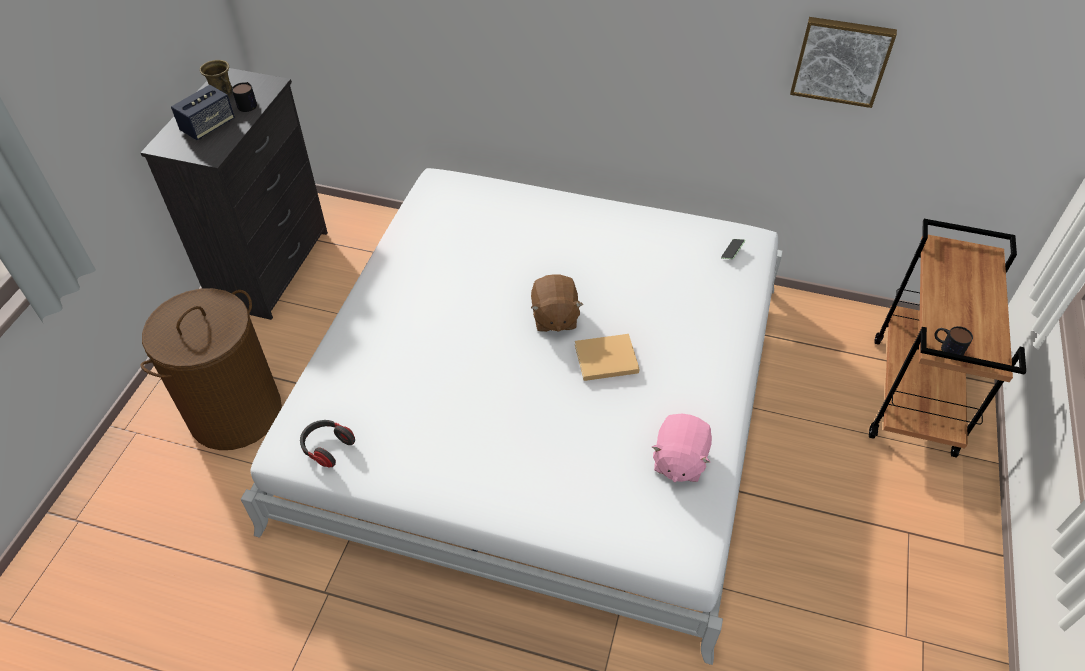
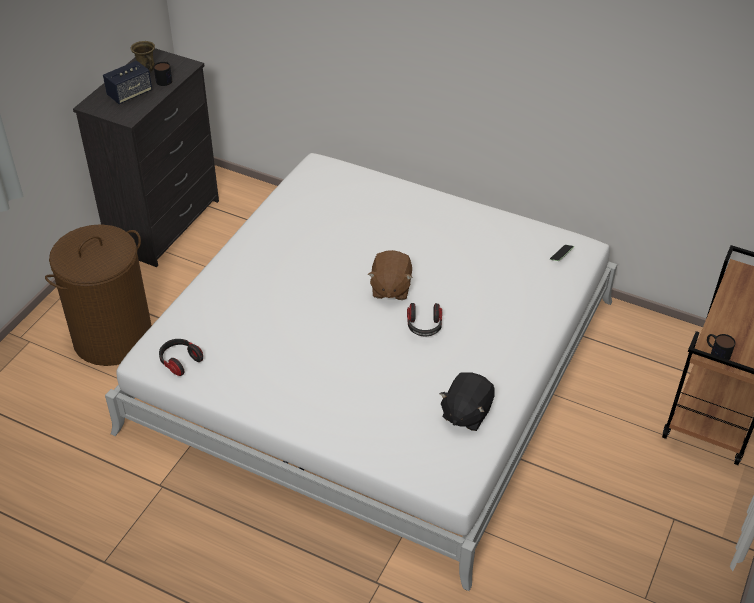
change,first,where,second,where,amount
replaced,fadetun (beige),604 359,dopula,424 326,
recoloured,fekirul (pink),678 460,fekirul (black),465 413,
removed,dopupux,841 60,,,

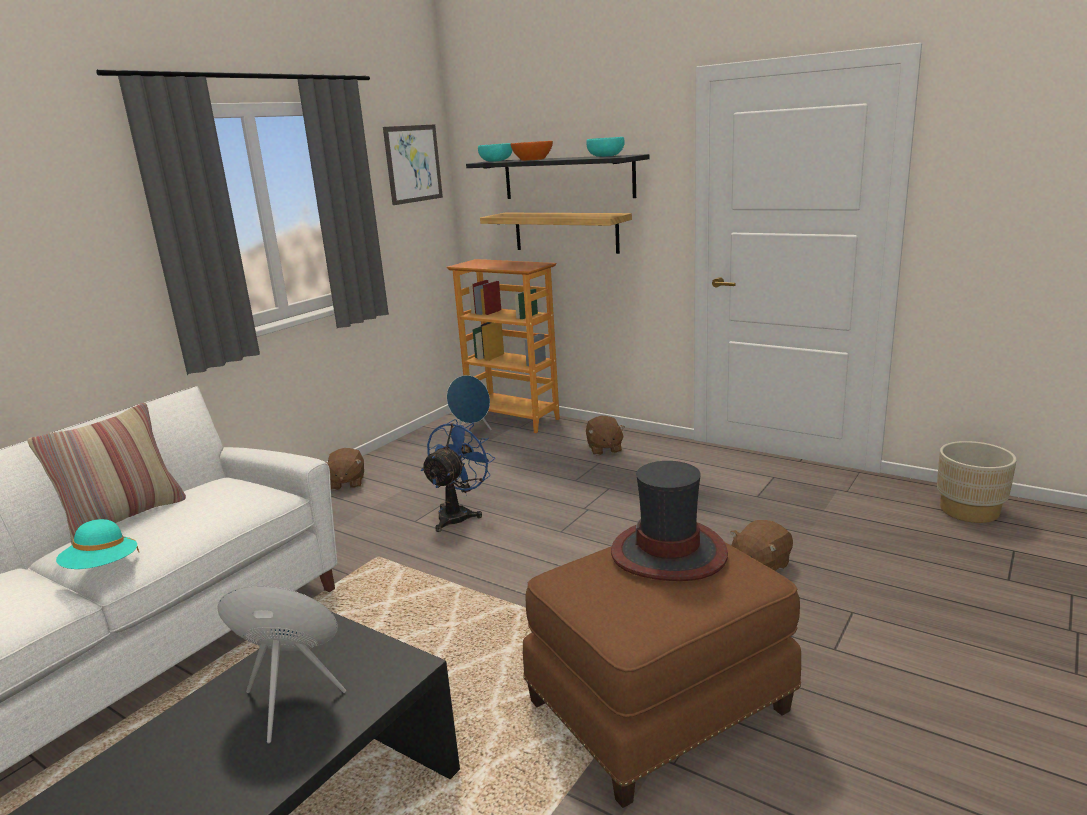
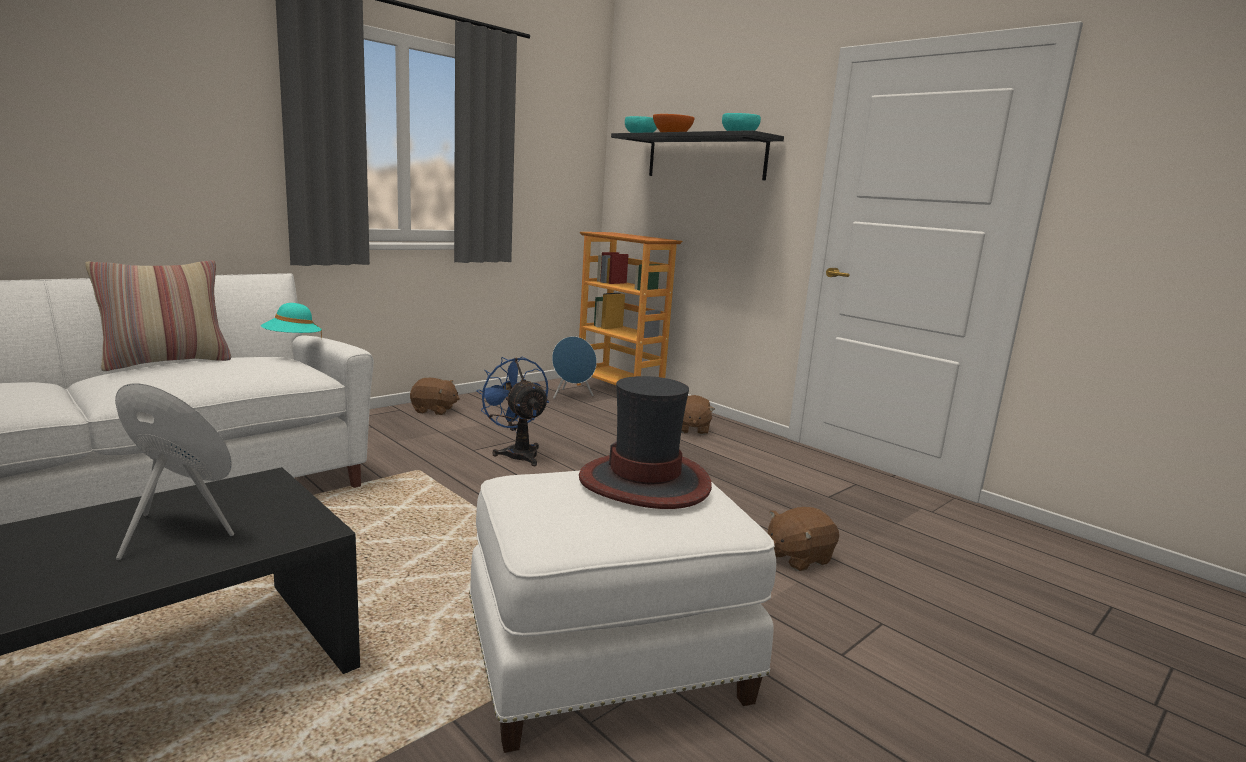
change,first,where,second,where,amount
moved,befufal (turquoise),102 567,,292 341,
turned,fekirul (brown),347 483,,434 410,90 degrees counterclockwise
removed,dopupux,413 164,,,
turned,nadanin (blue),459 514,,517 453,75 degrees counterclockwise
removed,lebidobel,565 232,,,
recoloured,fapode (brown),660 709,fapode (white),608 665,
removed,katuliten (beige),969 511,,,

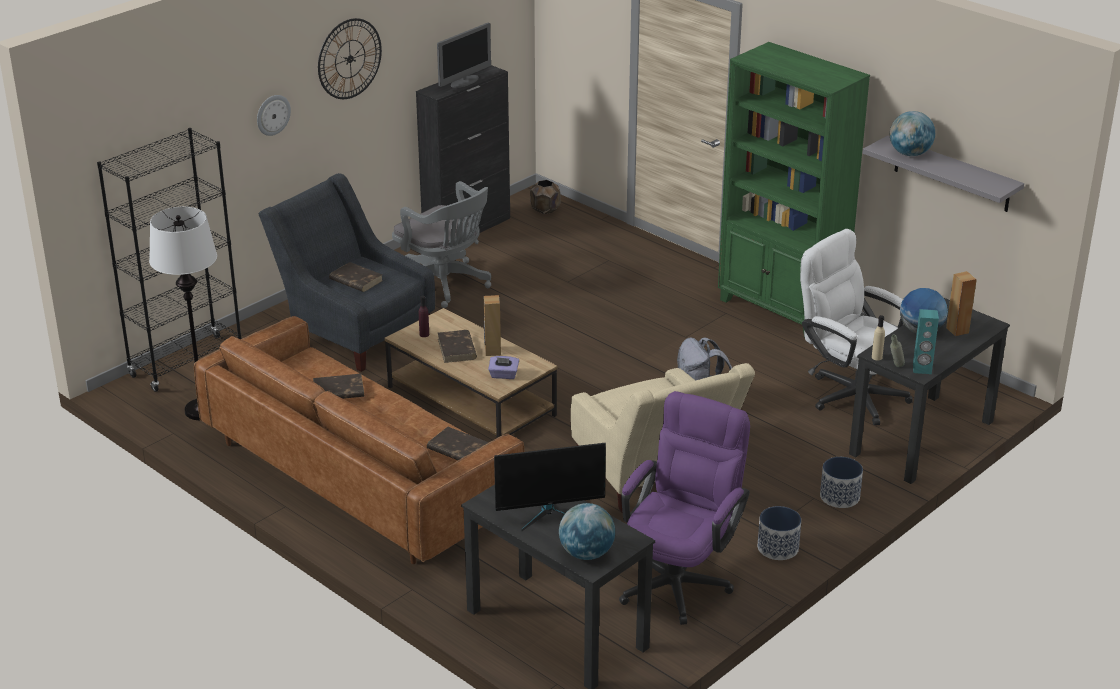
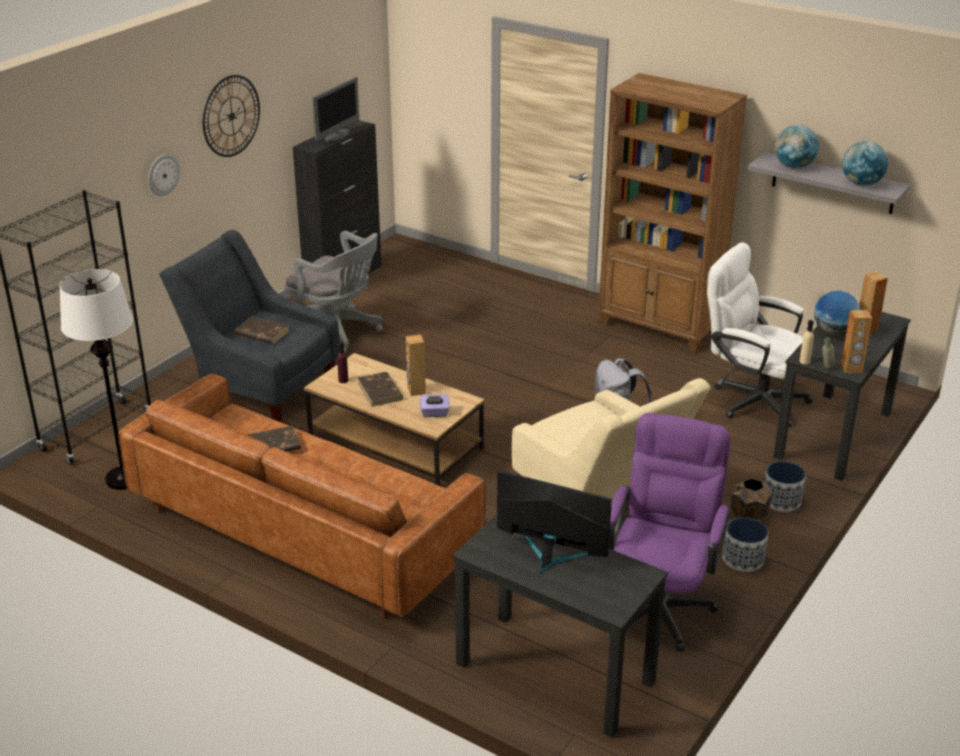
change,first,where,second,where,amount
removed,fadetun (brown),457 449,,,
turned,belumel,550 514,,549 556,135 degrees counterclockwise
moved,katuliten (brown),544 210,,748 515,
moved,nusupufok,586 553,,861 184,
recoloured,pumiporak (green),781 310,pumiporak (brown),659 328,
recoloured,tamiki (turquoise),922 369,tamiki (brown),851 369,

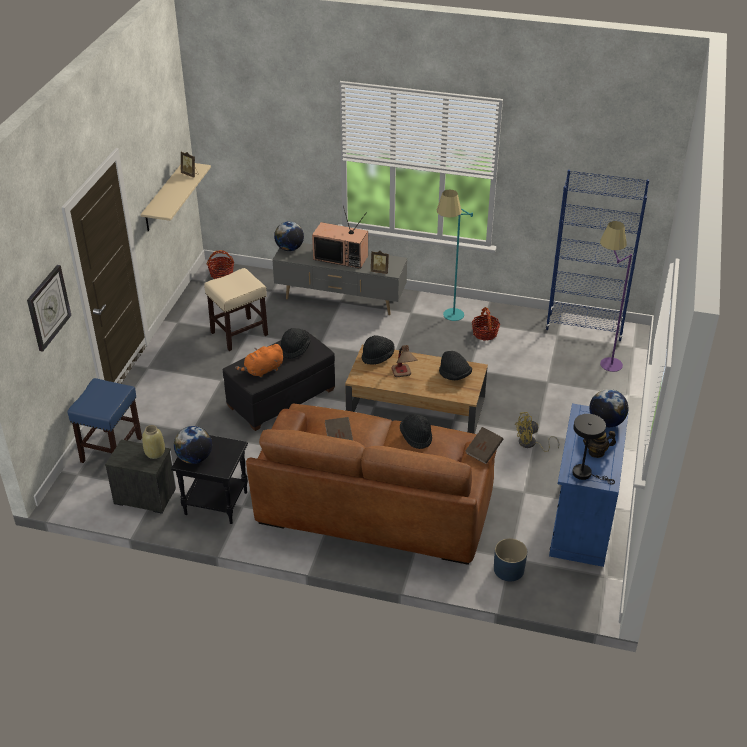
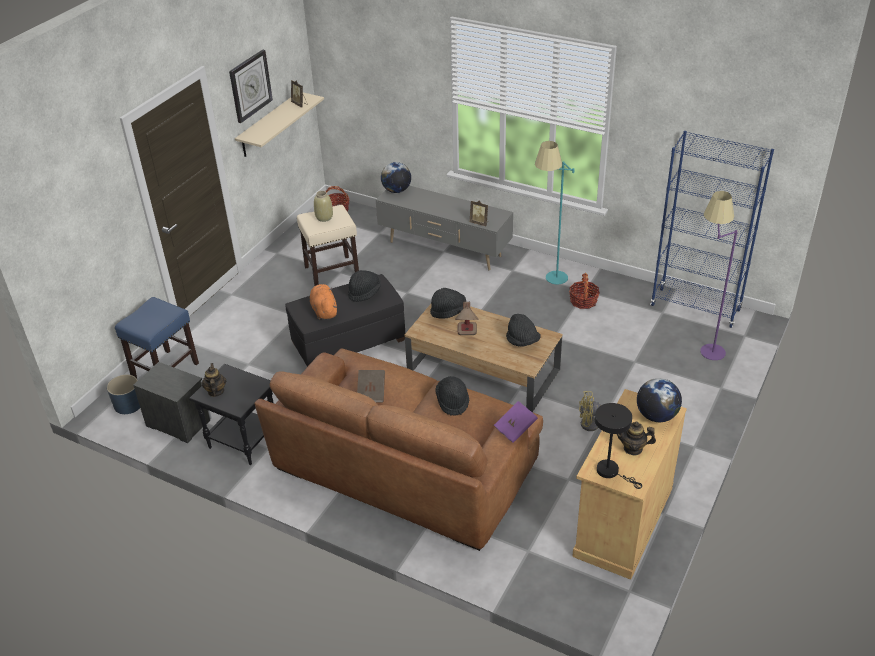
change,first,where,second,where,amount
moved,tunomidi,48 307,,250 86,
moved,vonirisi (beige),154 453,,324 217,
replaced,nusupufok,194 458,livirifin,215 391,
turned,fekirul (orange),263 370,,324 310,90 degrees clockwise
removed,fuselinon,341 257,,,
recoloured,fadetun (brown),483 451,fadetun (purple),515 429,
moved,katuliten (blue),508 569,,128 404,
recoloured,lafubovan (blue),581 520,lafubovan (beige),623 521,

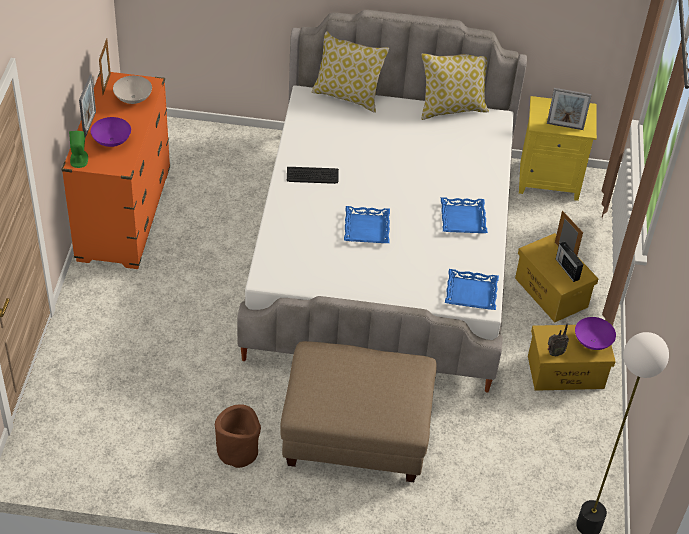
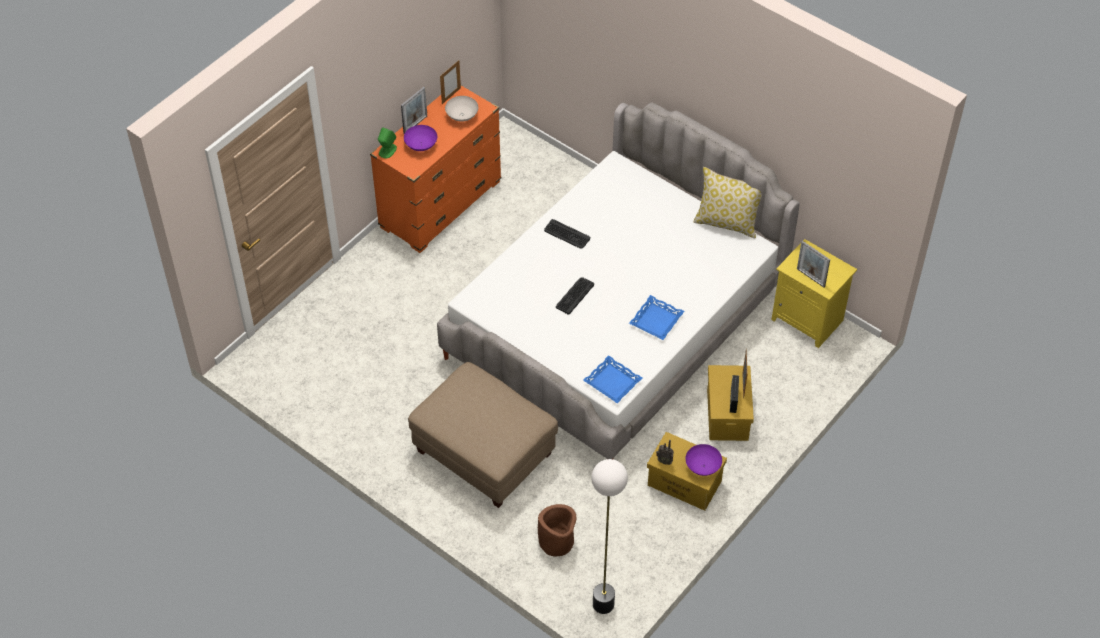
change,first,where,second,where,amount
moved,katuliten (brown),238 451,,557 541,
removed,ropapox,348 96,,,
replaced,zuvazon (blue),367 229,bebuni,574 296,

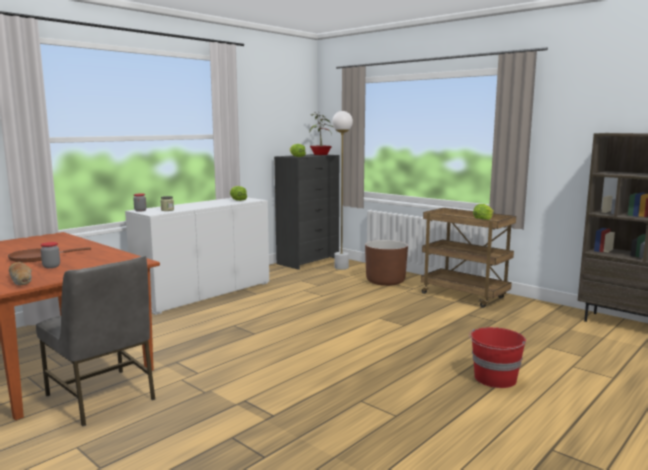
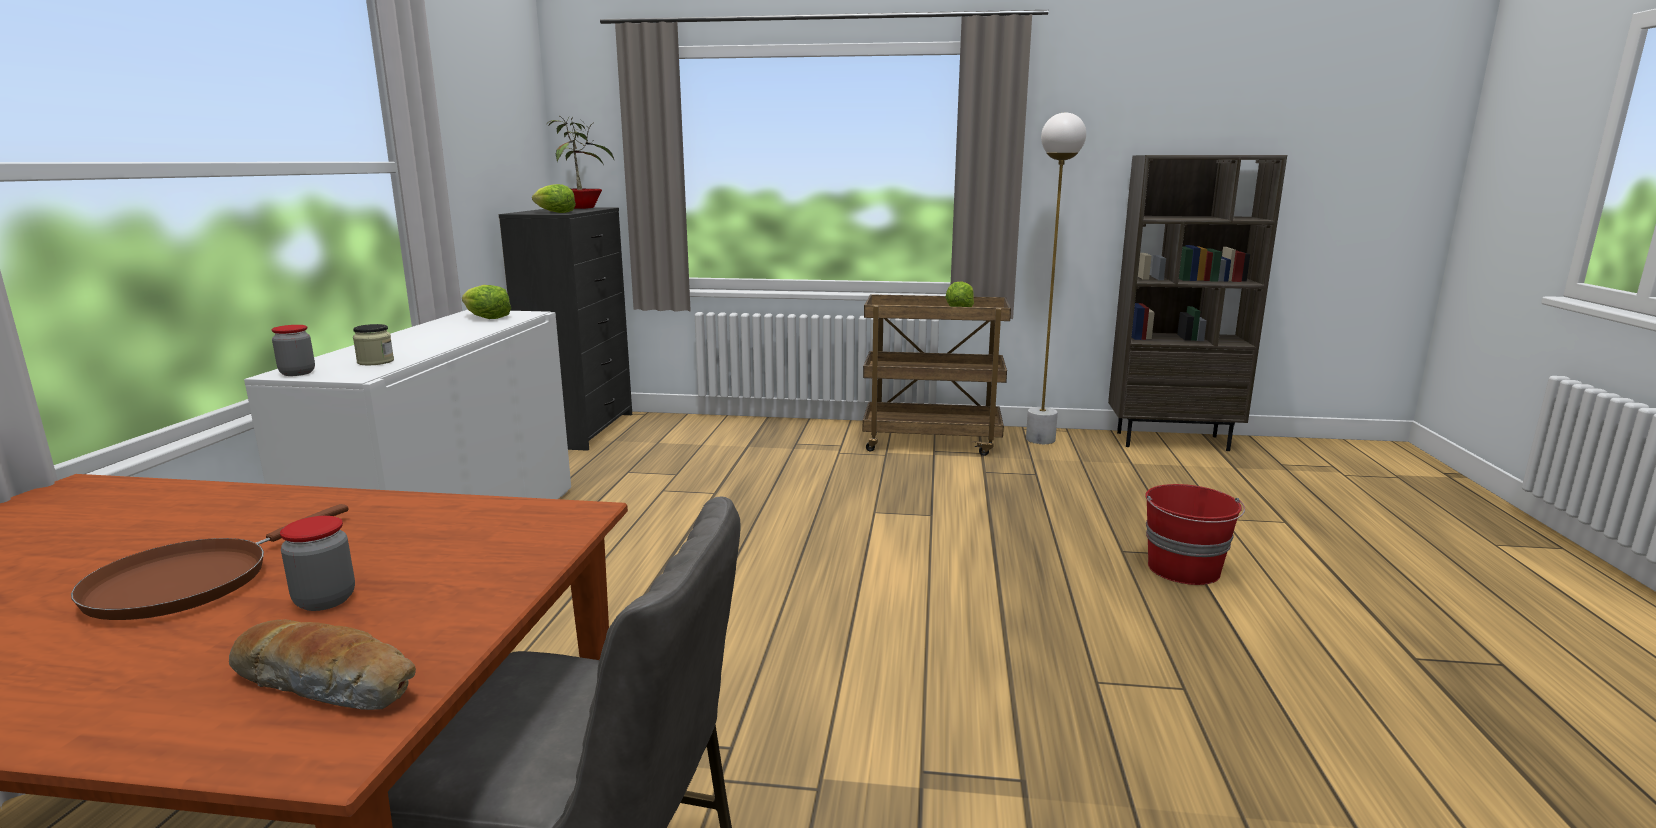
change,first,where,second,where,amount
moved,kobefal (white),341 268,,1040 439,
removed,katuliten (brown),385 281,,,

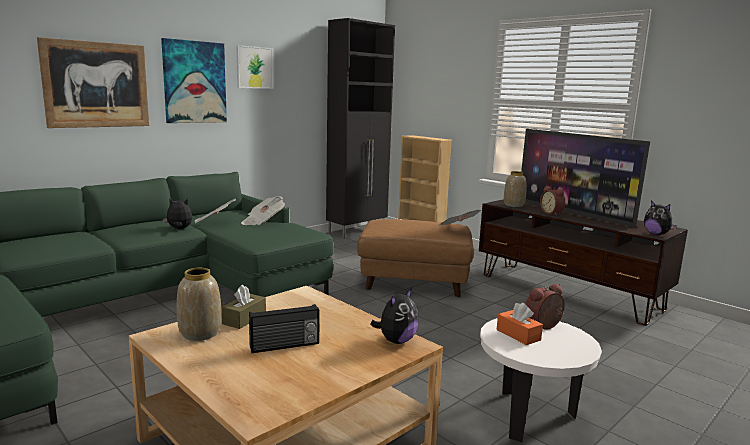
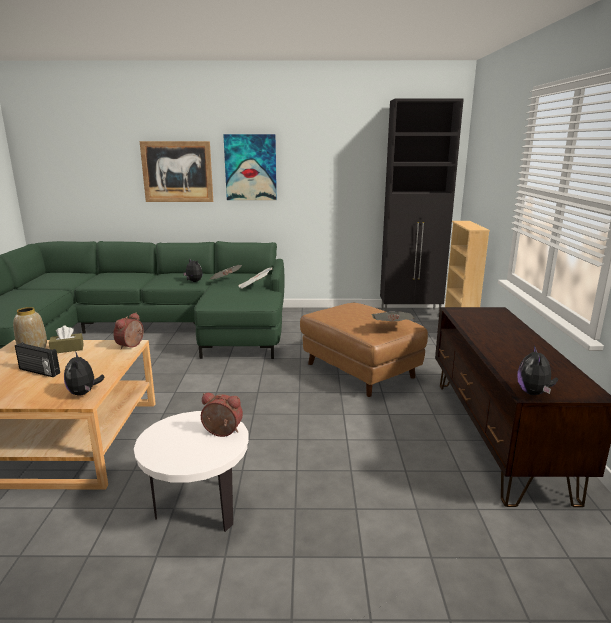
change,first,where,second,where,amount
removed,dopupux,254 67,,,
turned,fekirul,396 341,,84 393,75 degrees clockwise
removed,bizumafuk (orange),518 335,,,
removed,vonirisi,514 205,,,
removed,fuselinon,573 213,,,
moved,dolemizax,552 213,,131 345,

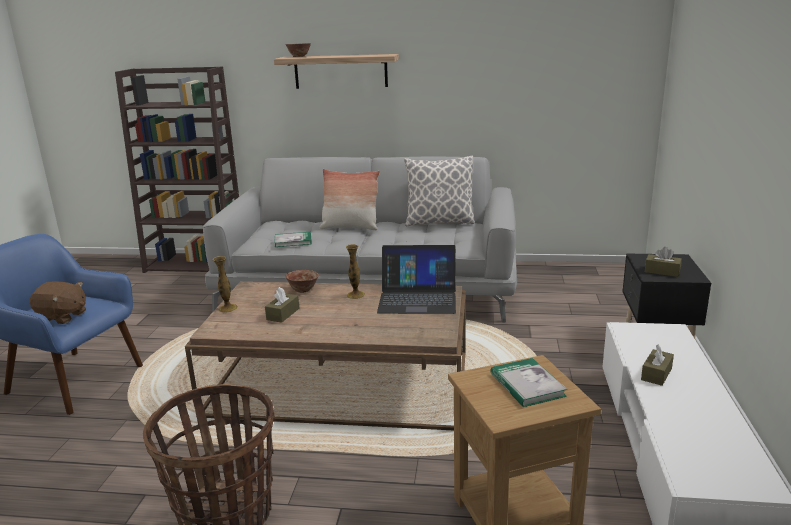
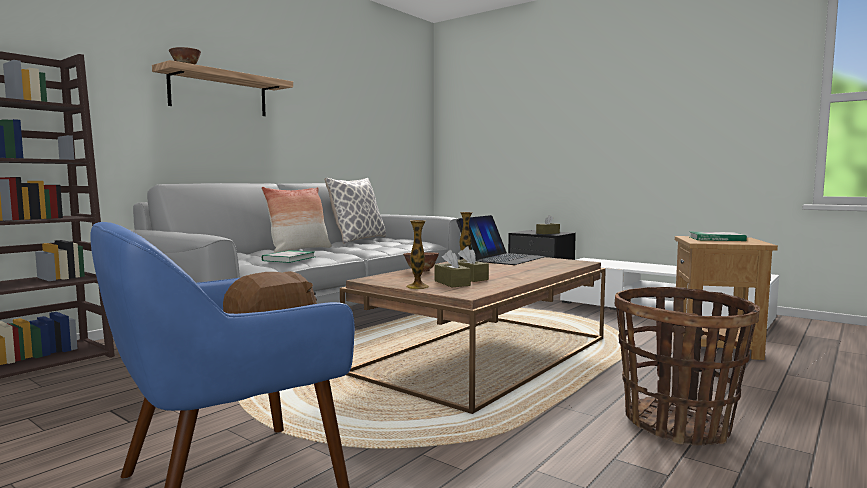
change,first,where,second,where,amount
moved,bizumafuk (brown),656 374,,452 283,

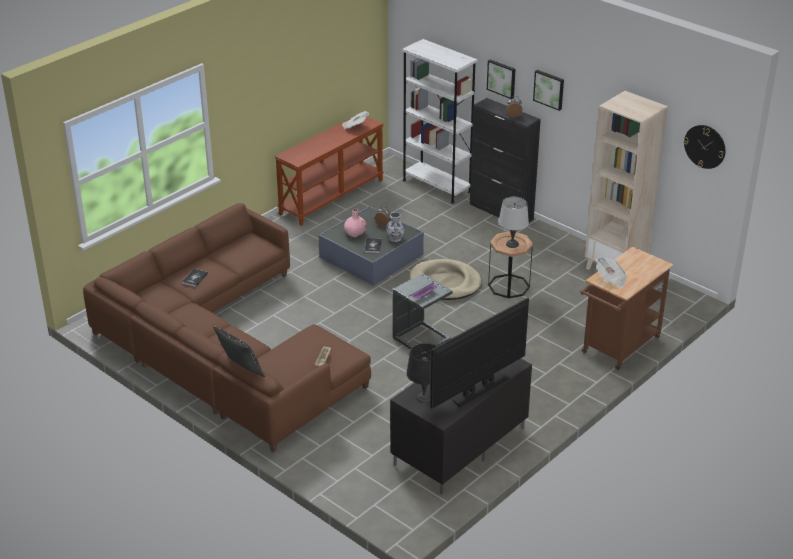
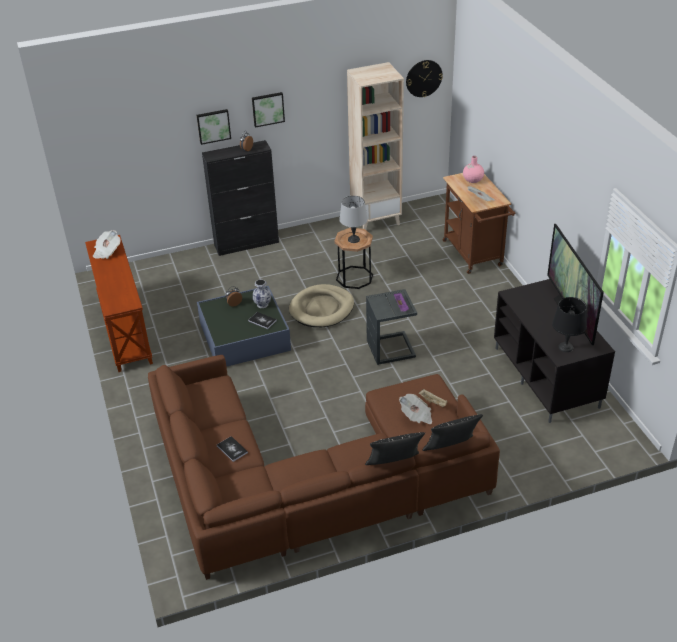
change,first,where,second,where,amount
moved,vonirisi (pink),355 233,,472 179,
removed,pumiporak (white),436 186,,,
added,,,ropapox (black),394 466,
added,,,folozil,416 416,

